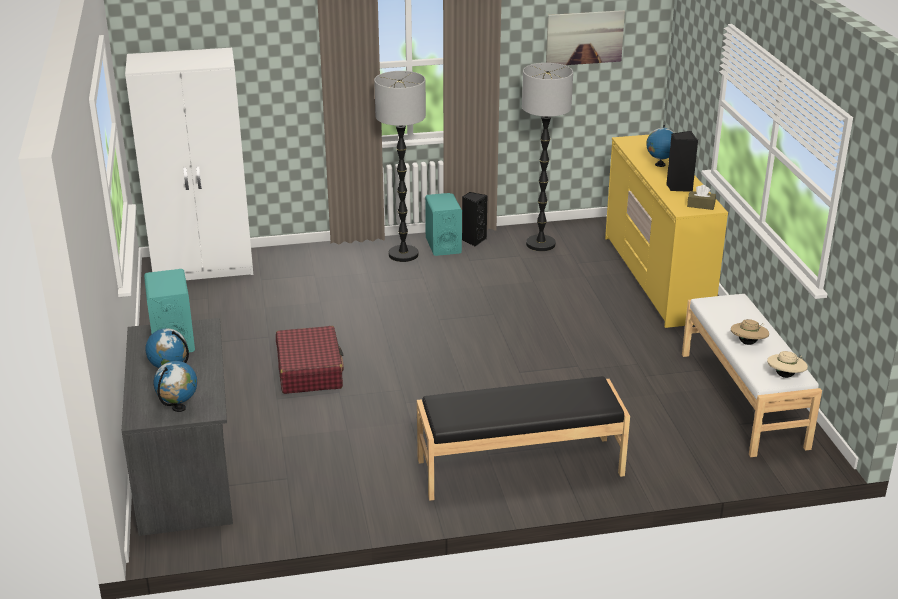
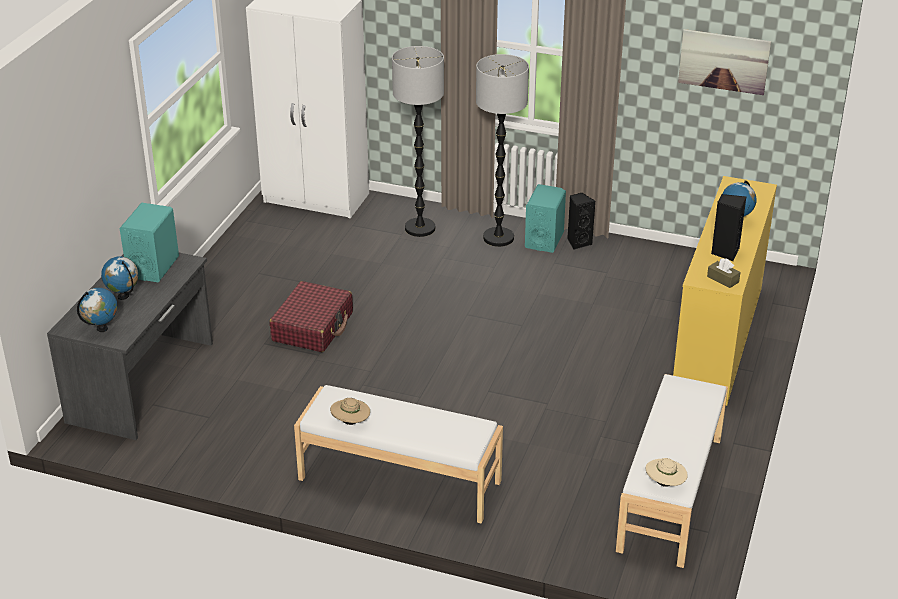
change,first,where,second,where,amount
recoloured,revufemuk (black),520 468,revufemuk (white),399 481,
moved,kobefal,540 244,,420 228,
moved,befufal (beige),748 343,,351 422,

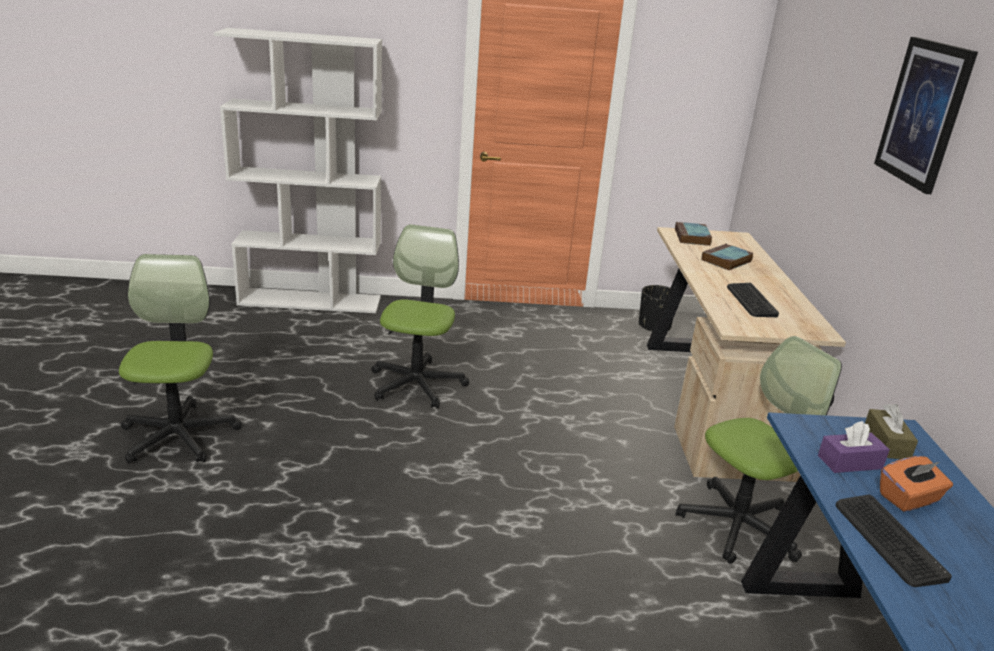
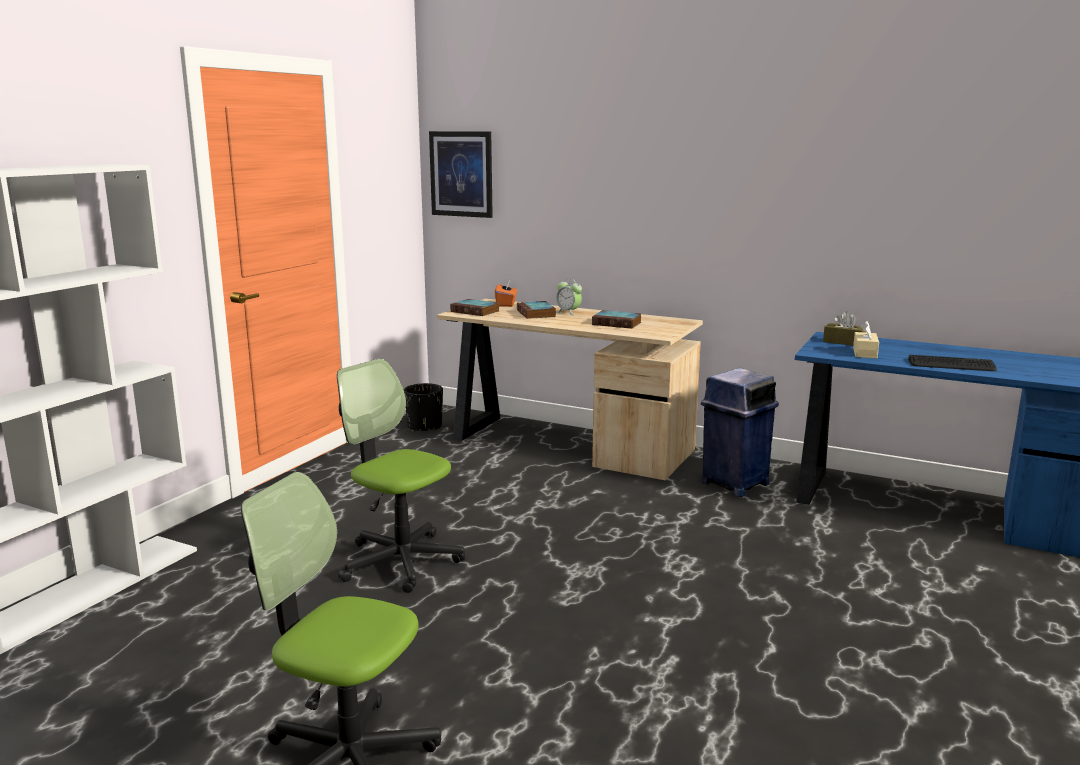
change,first,where,second,where,amount
replaced,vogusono,738 525,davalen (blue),734 483,
replaced,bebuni,751 301,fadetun,618 323,
recoloured,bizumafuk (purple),849 462,bizumafuk (beige),864 353,
moved,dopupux,923 113,,461 174,
moved,bizumafuk (orange),909 499,,506 304,
added,,,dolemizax,568 312,

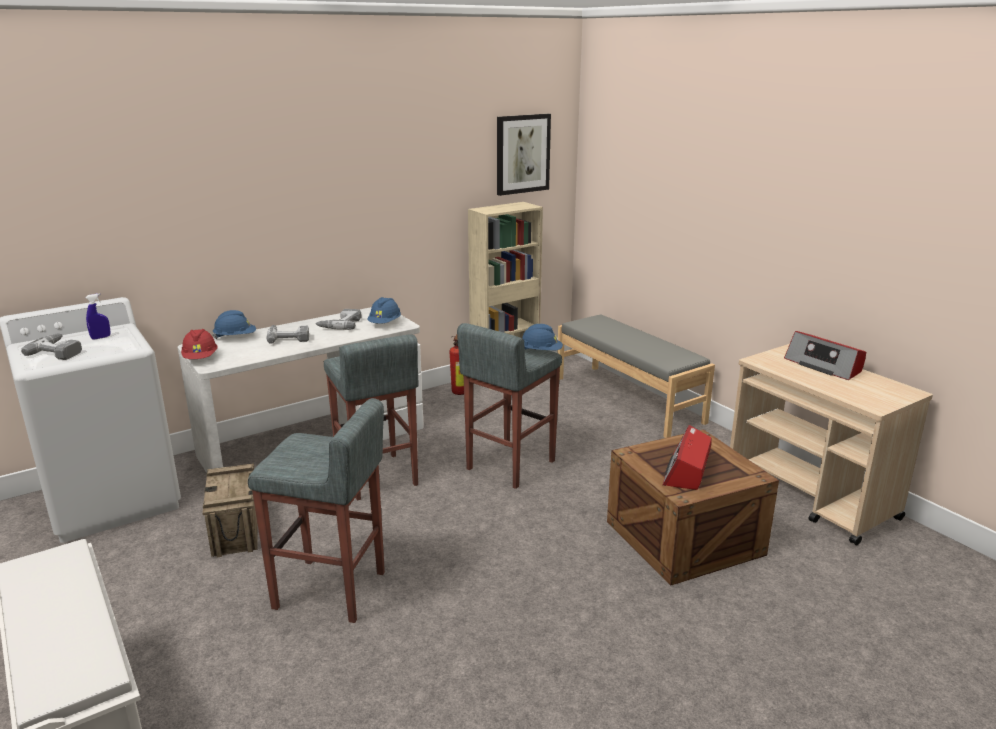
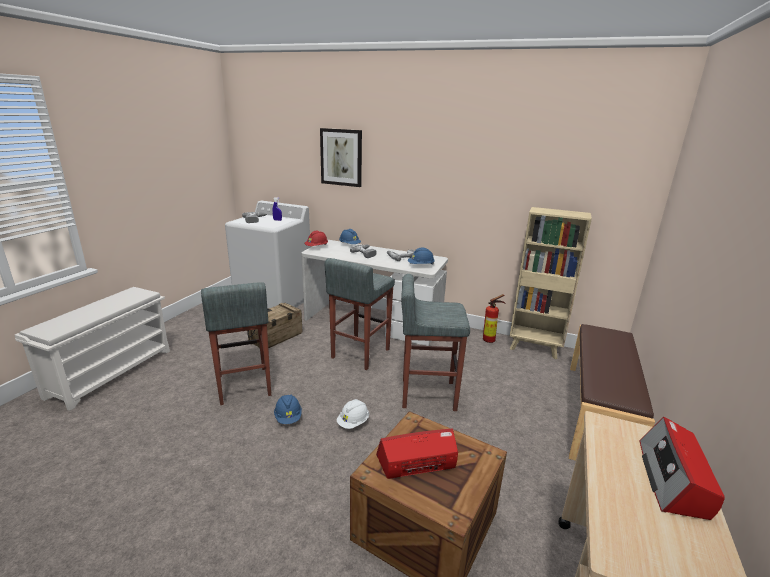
change,first,where,second,where,amount
moved,dopupux,522 154,,341 157,
moved,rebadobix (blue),541 352,,288 417,
recoloured,revufemuk (grey),628 399,revufemuk (brown),598 413,
added,,,rebadobix (white),353 422,

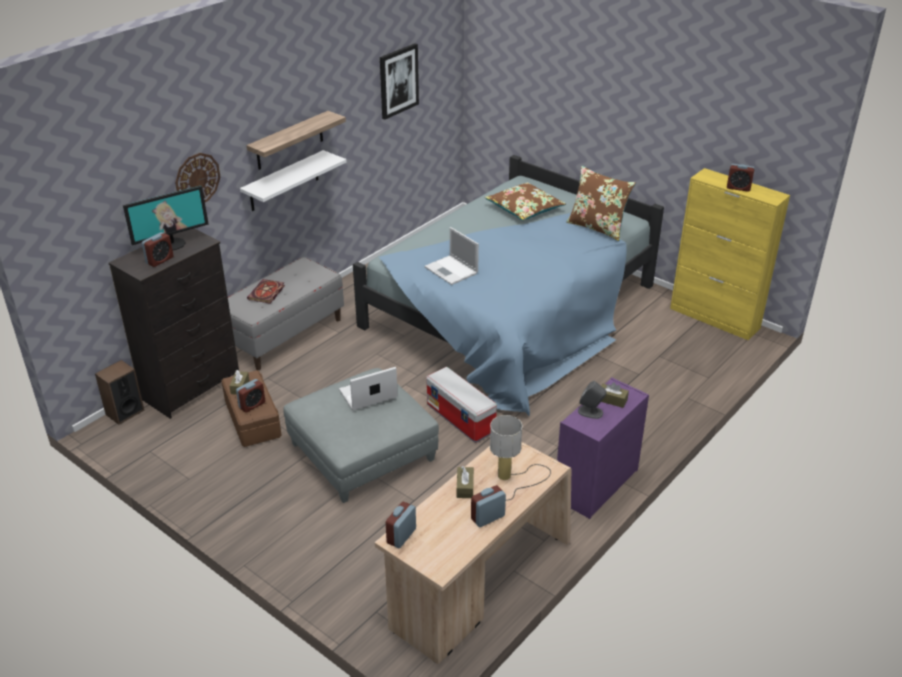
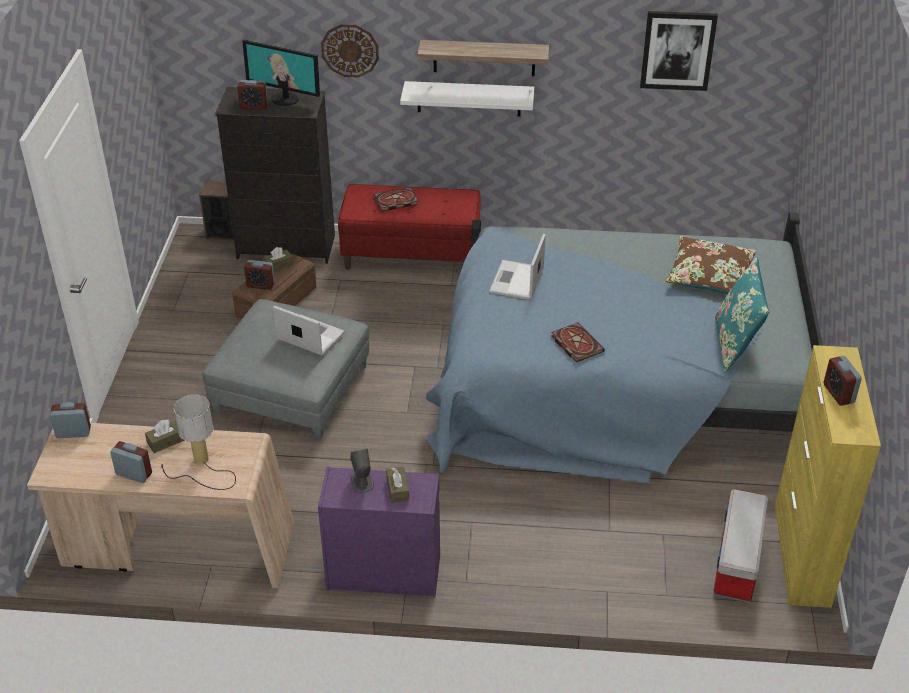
change,first,where,second,where,amount
recoloured,revufemuk (grey),284 335,revufemuk (red),411 255,
moved,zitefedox,461 419,,737 562,
recoloured,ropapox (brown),597 227,ropapox (turquoise),735 344,
added,,,fadetun,575 343,

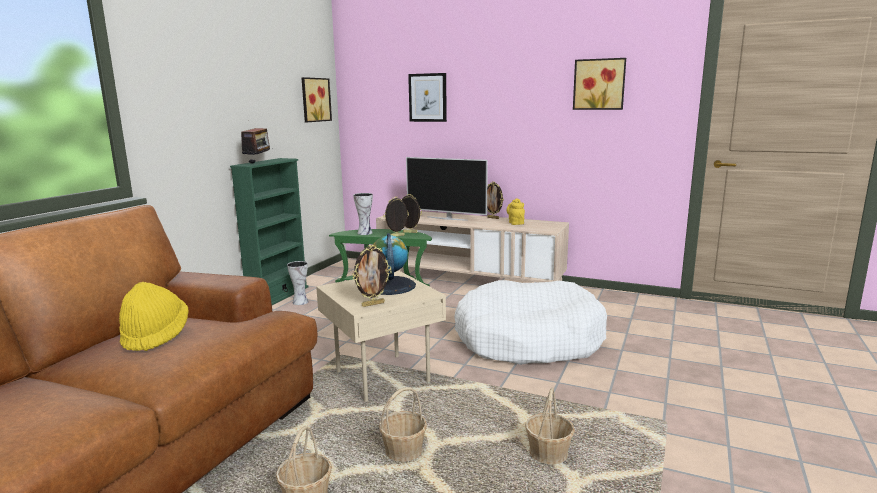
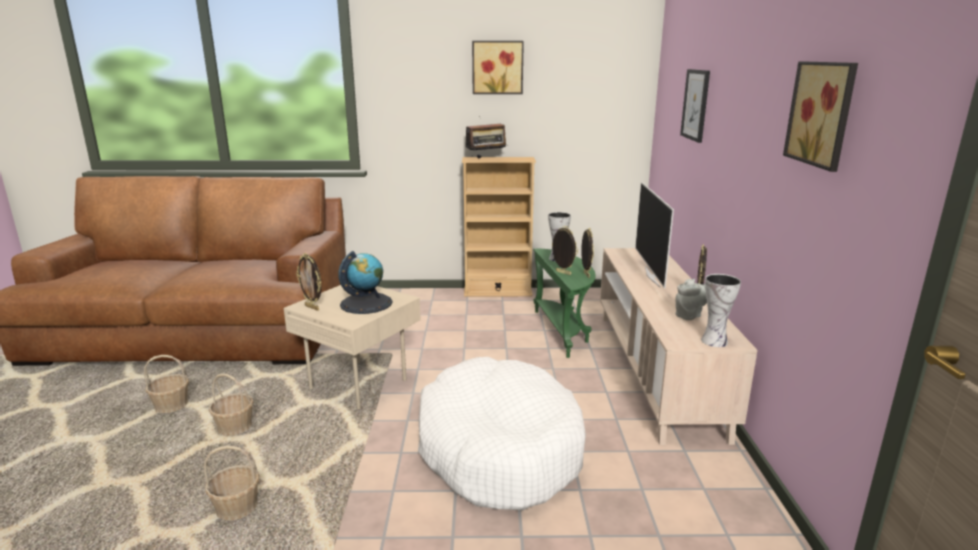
change,first,where,second,where,amount
removed,befufal (yellow),155 336,,,
recoloured,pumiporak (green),278 296,pumiporak (beige),497 292,
moved,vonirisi,300 302,,714 340,
moved,dopupux,314 100,,497 67,
recoloured,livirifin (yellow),515 223,livirifin (grey),689 315,

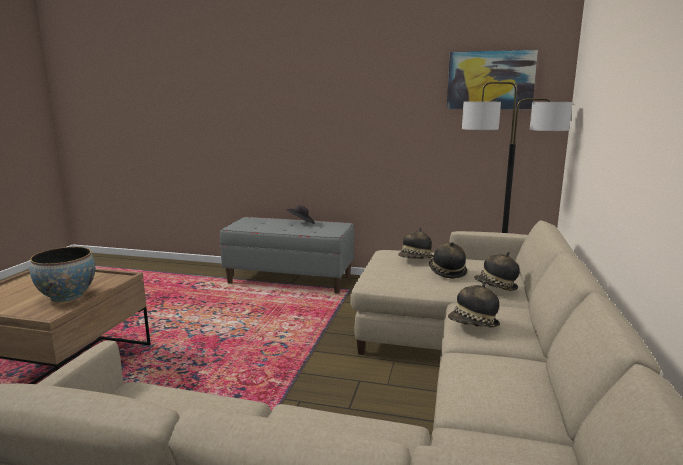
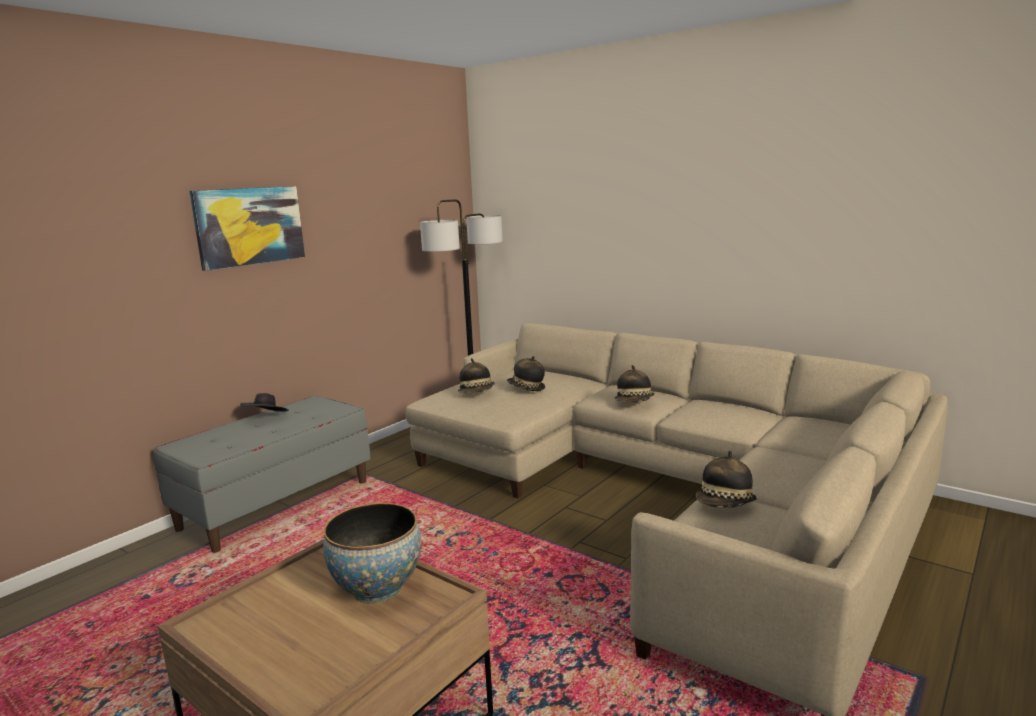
change,first,where,second,where,amount
moved,dopupux,490 80,,249 226,
moved,befufal,495 287,,725 505,

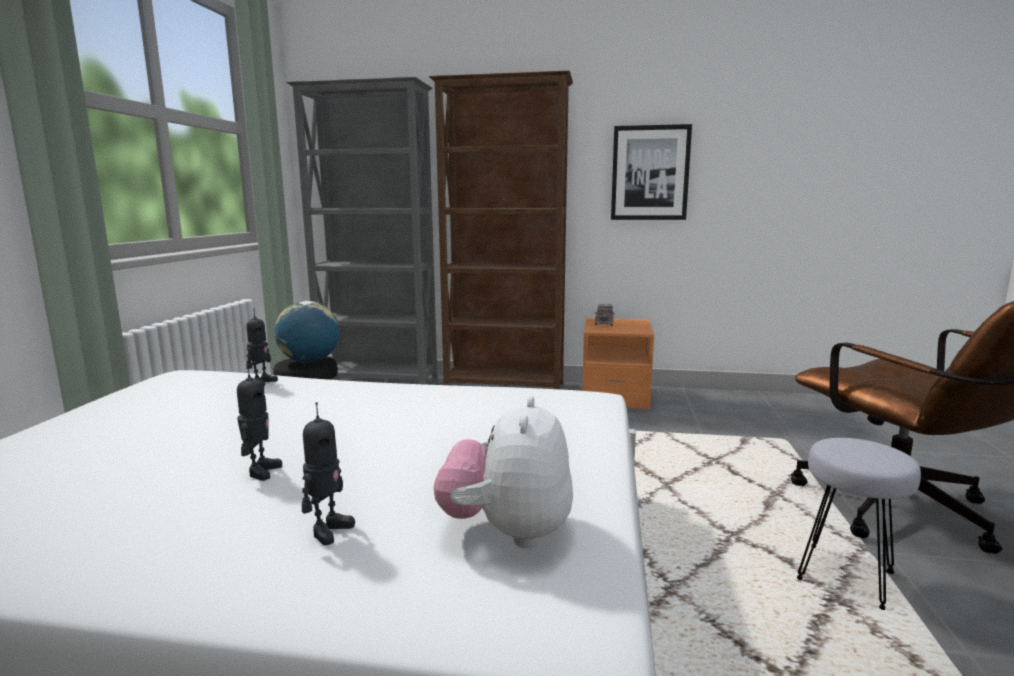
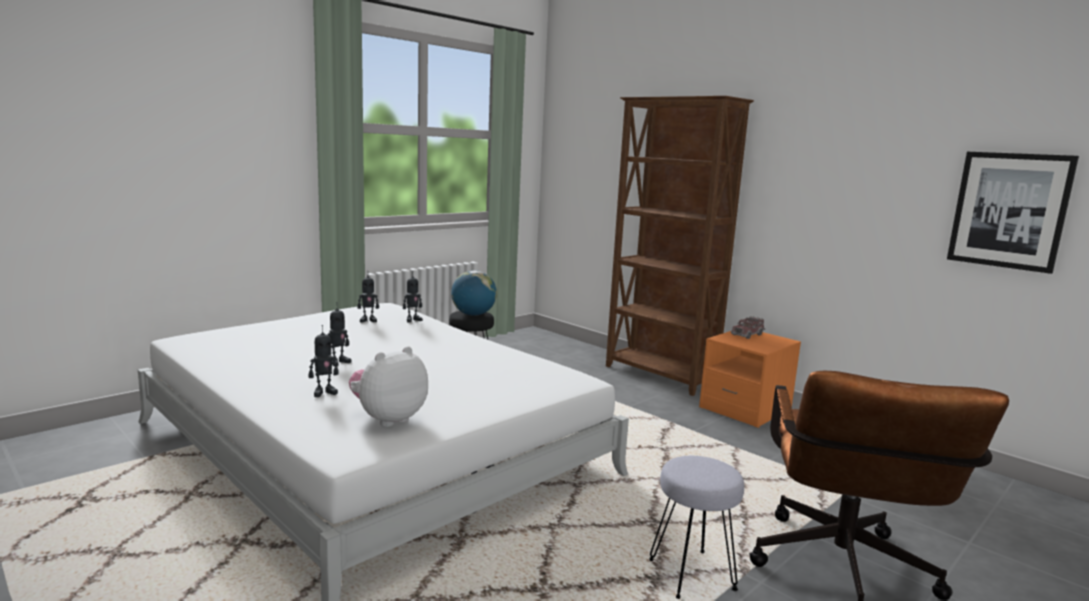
change,first,where,second,where,amount
removed,pumiporak (grey),379 381,,,
moved,dopupux,650 173,,1009 210,
added,,,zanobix,368 320,

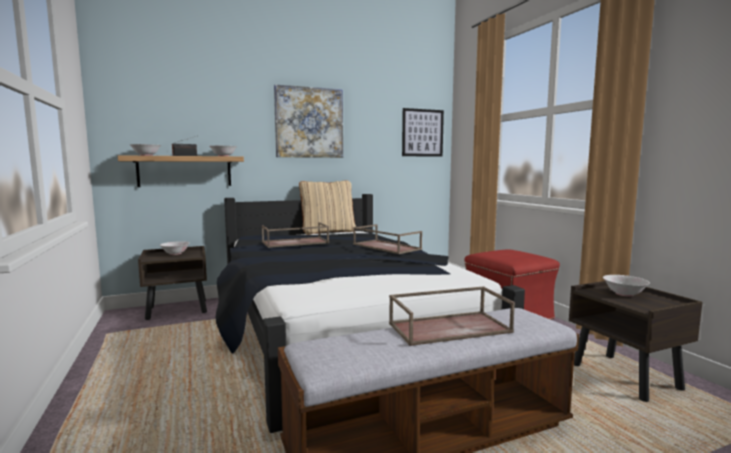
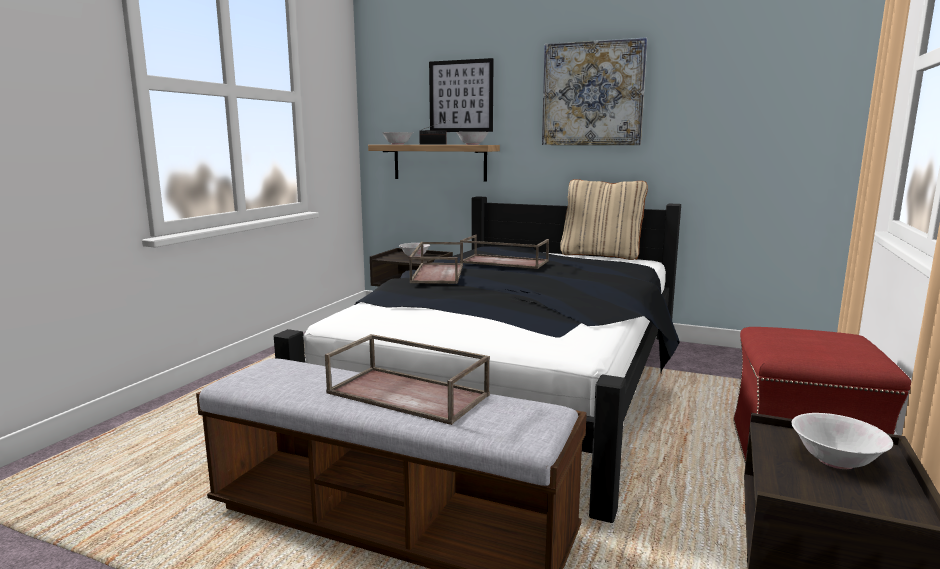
change,first,where,second,where,amount
moved,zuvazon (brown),385 247,,437 273,
moved,dopupux,422 133,,461 96,

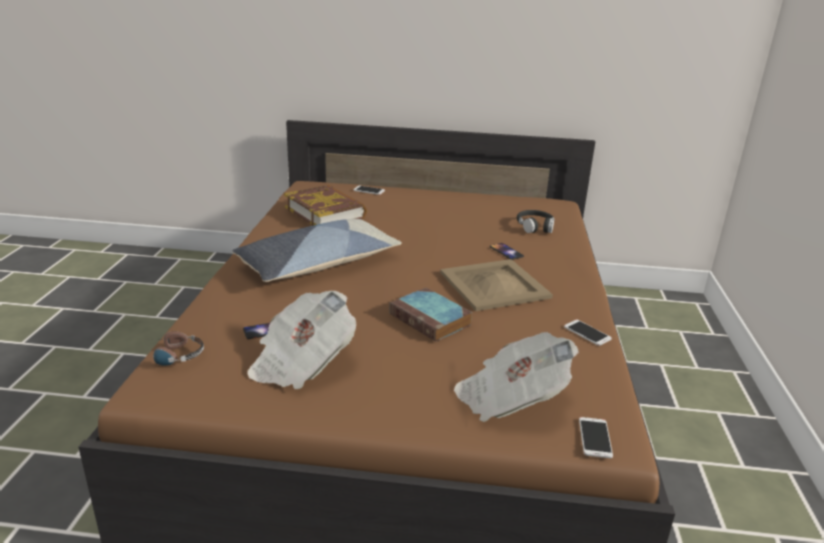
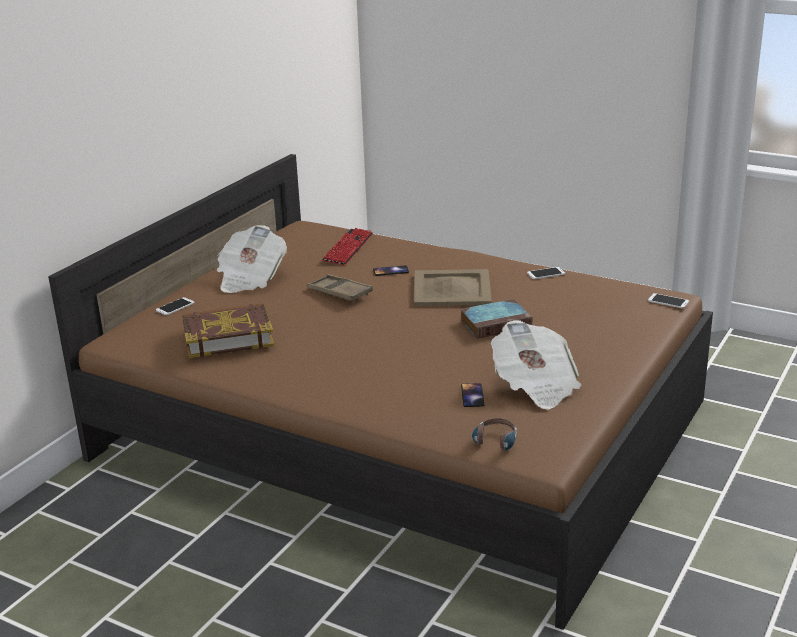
change,first,where,second,where,amount
removed,ropapox,318 263,,,
moved,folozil,510 399,,250 278,
replaced,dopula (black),535 227,bebuni,348 248,
added,,,zuvazon (brown),340 293,

